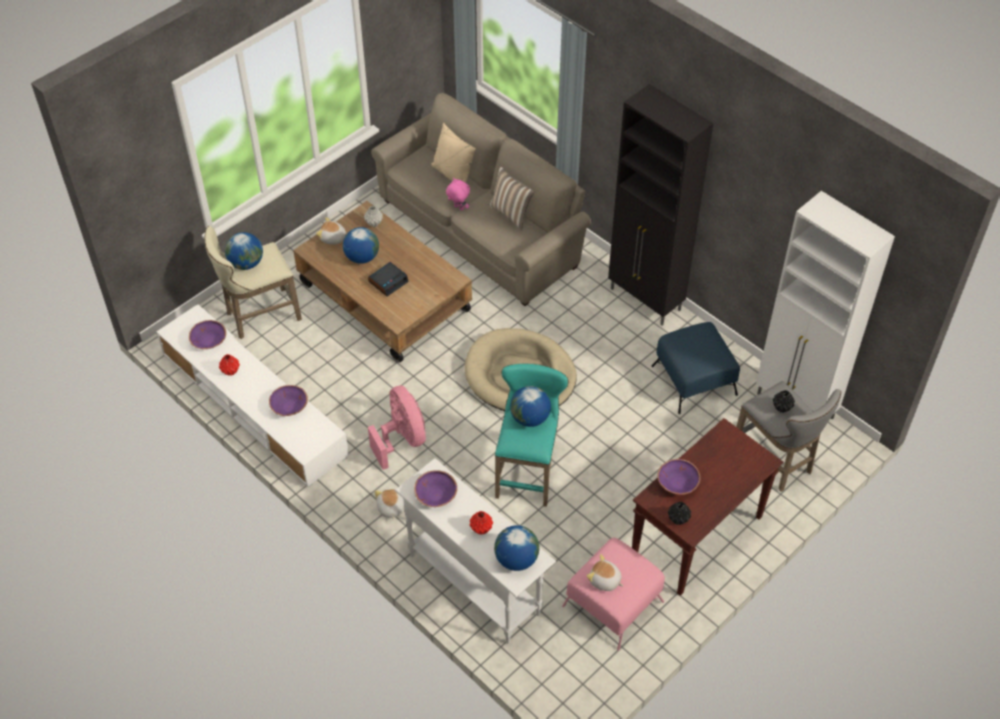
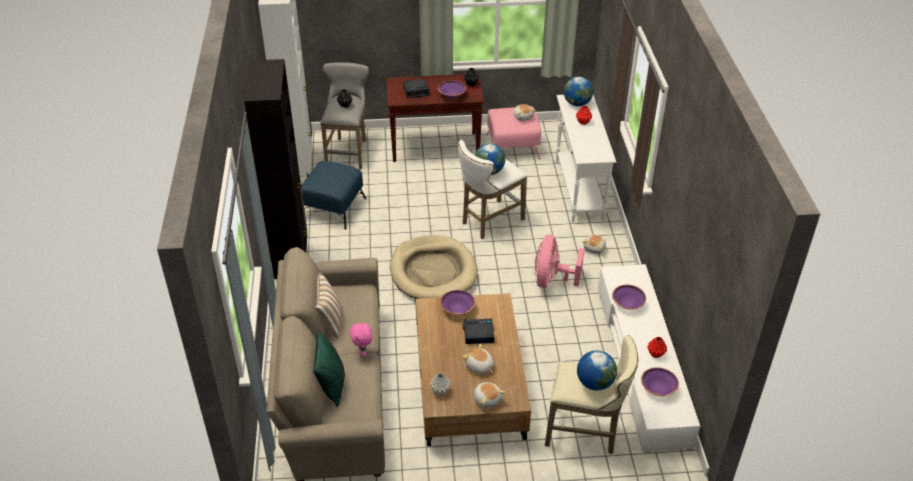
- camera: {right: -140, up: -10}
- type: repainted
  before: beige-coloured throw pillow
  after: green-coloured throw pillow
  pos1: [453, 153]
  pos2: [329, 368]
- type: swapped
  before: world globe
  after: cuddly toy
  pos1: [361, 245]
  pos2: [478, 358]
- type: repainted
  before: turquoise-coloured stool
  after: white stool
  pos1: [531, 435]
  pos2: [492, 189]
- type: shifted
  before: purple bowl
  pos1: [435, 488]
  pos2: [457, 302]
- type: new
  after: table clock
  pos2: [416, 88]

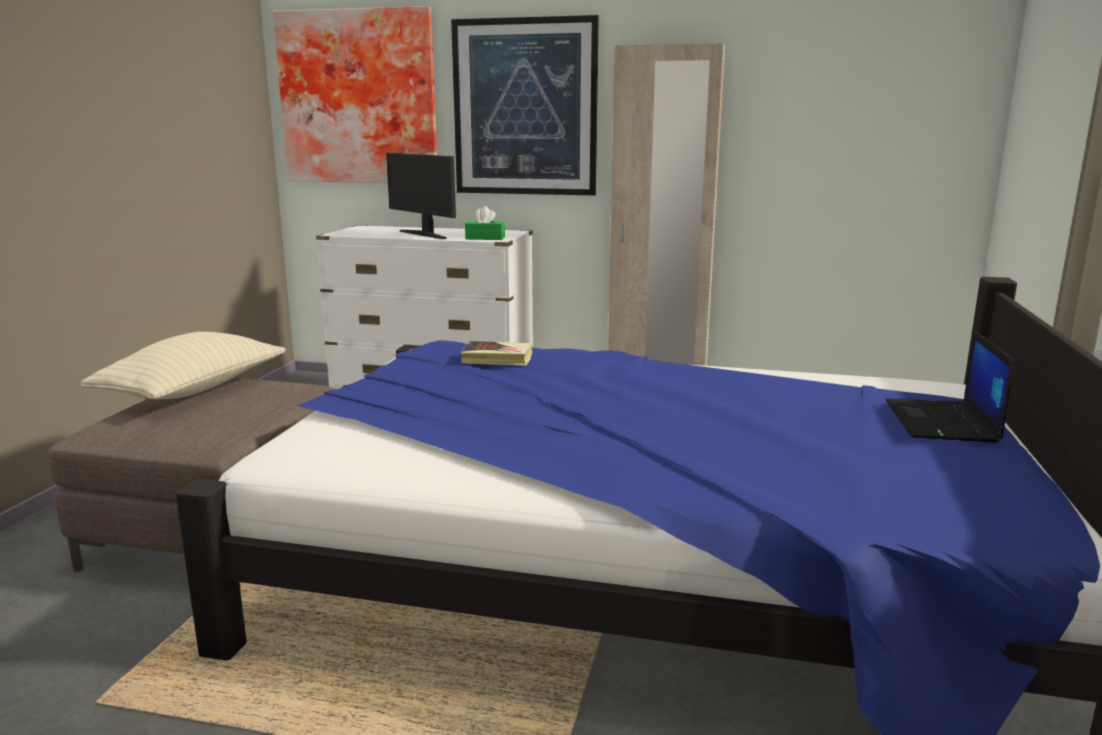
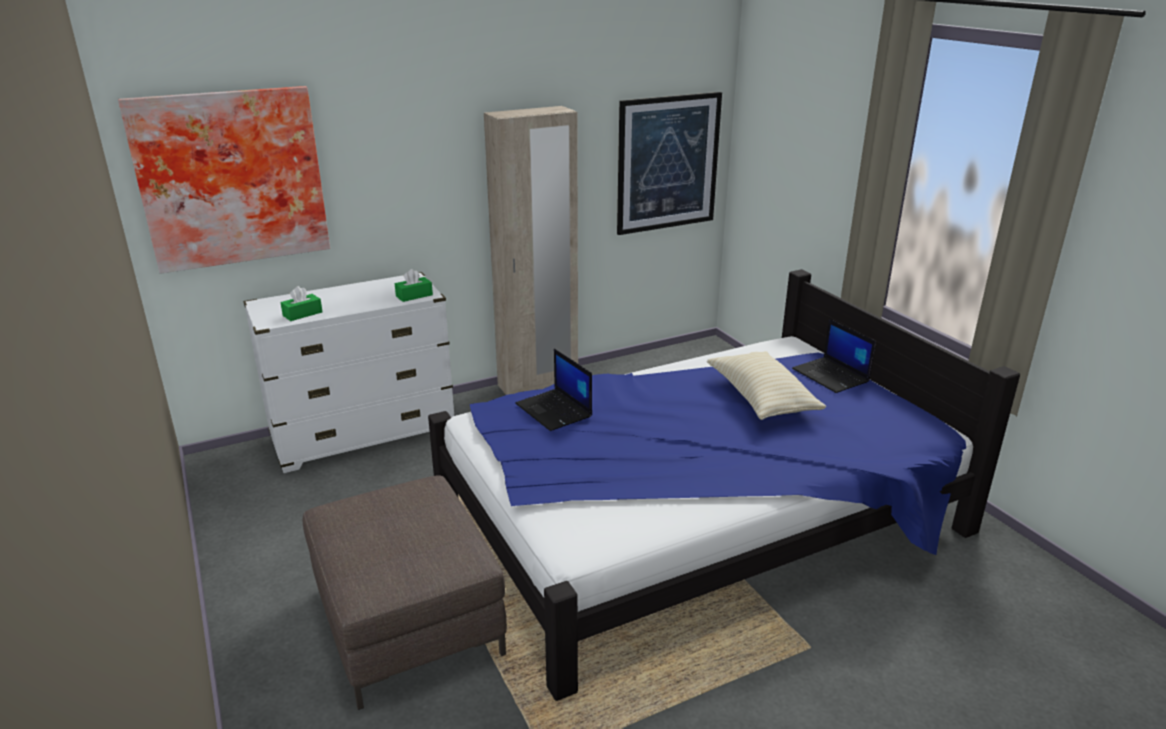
- camera: {right: -40, up: 10}
- type: shifted
  before: picture
  pos1: [525, 105]
  pos2: [669, 163]
- type: gone
  before: computer display
  pos1: [421, 196]
- type: shifted
  before: beige-coloured throw pillow
  pos1: [183, 365]
  pos2: [766, 385]
- type: swapped
  before: book
  after: notebook computer
  pos1: [496, 353]
  pos2: [553, 389]
- type: new
  after: green-coloured tissue box
  pos2: [301, 303]

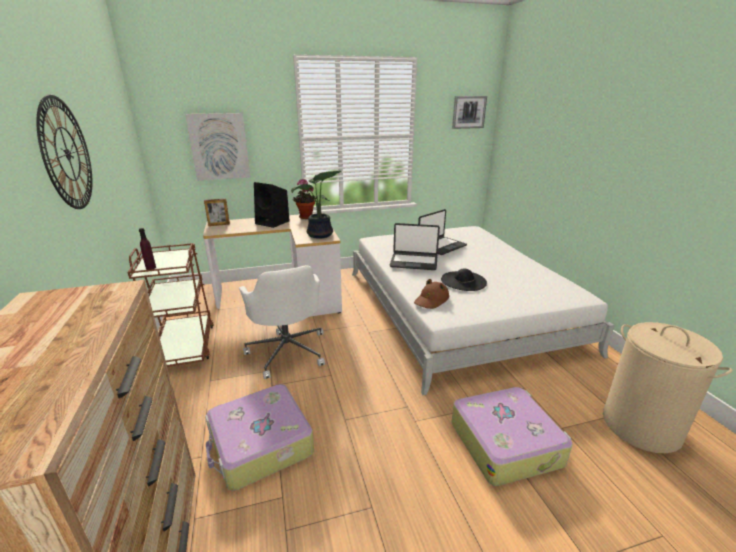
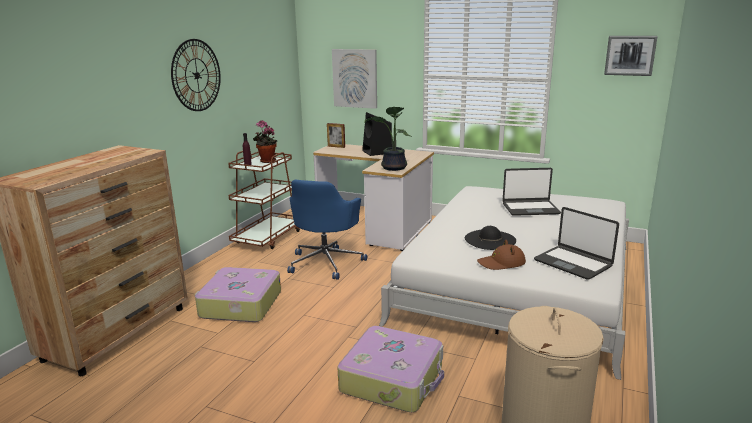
- camera: {right: 40, up: -5}
- type: shifted
  before: plant in a pot
  pos1: [305, 199]
  pos2: [265, 141]
- type: shifted
  before: notebook computer
  pos1: [415, 246]
  pos2: [576, 243]
- type: repainted
  before: white desk chair
  after: bluish desk chair
  pos1: [282, 322]
  pos2: [327, 230]
- type: shifted
  before: brown wearable hat
  pos1: [431, 294]
  pos2: [501, 255]

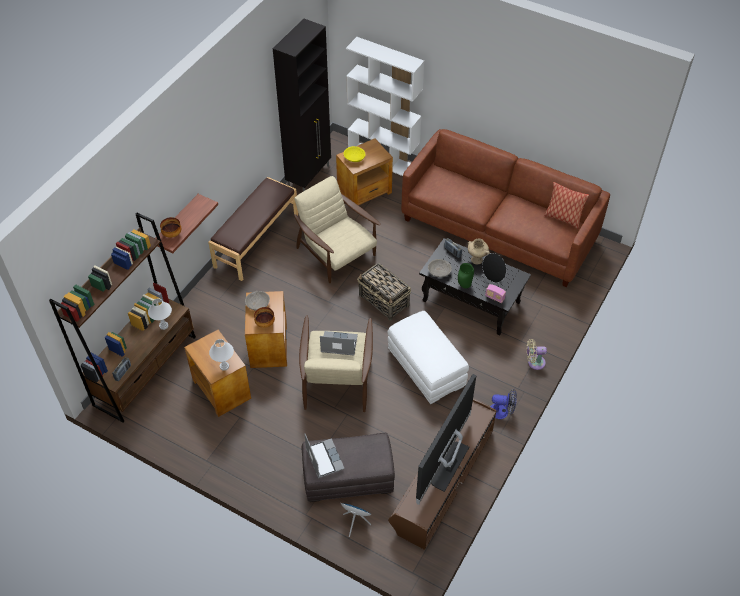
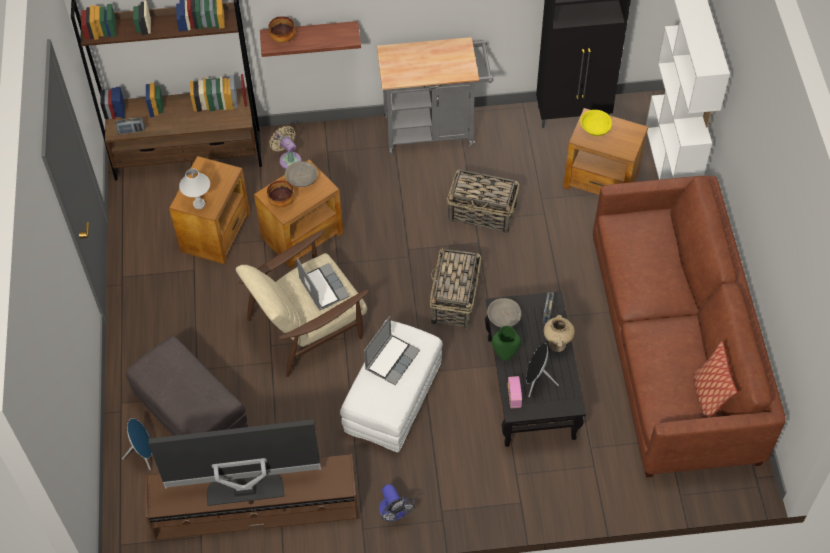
- camera: {right: 55, up: 5}
- type: swapped
  before: beige-coloured lounge chair
  after: storage basket
  pos1: [337, 229]
  pos2: [483, 201]
- type: swapped
  before: brown bench
  after: gray wheeled cart
  pos1: [253, 229]
  pos2: [435, 95]
- type: gone
  before: white lamp for a table
  pos1: [160, 314]
- type: shifted
  before: beige-coloured fan
  pos1: [537, 354]
  pos2: [285, 147]
- type: shifted
  before: notebook computer
  pos1: [324, 455]
  pos2: [392, 350]

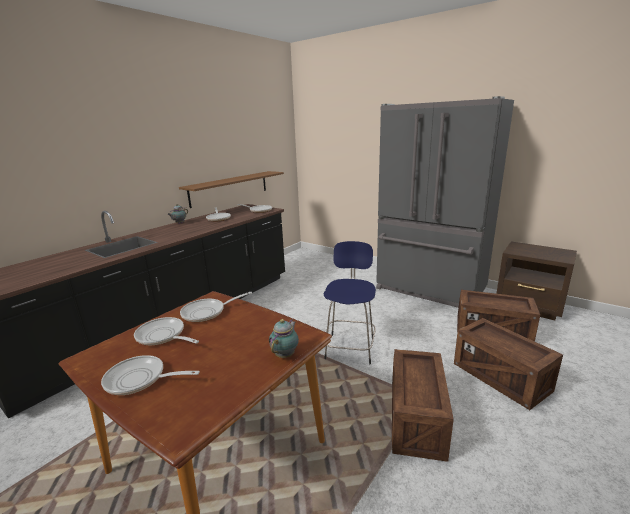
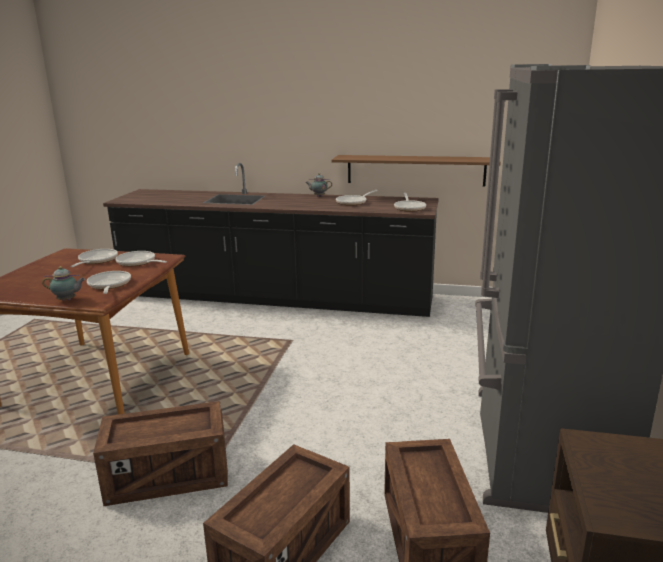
- camera: {right: 65, up: 0}
- type: gone
  before: bluish stool
  pos1: [350, 302]
- type: shifted
  before: frying pan
  pos1: [150, 375]
  pos2: [109, 282]

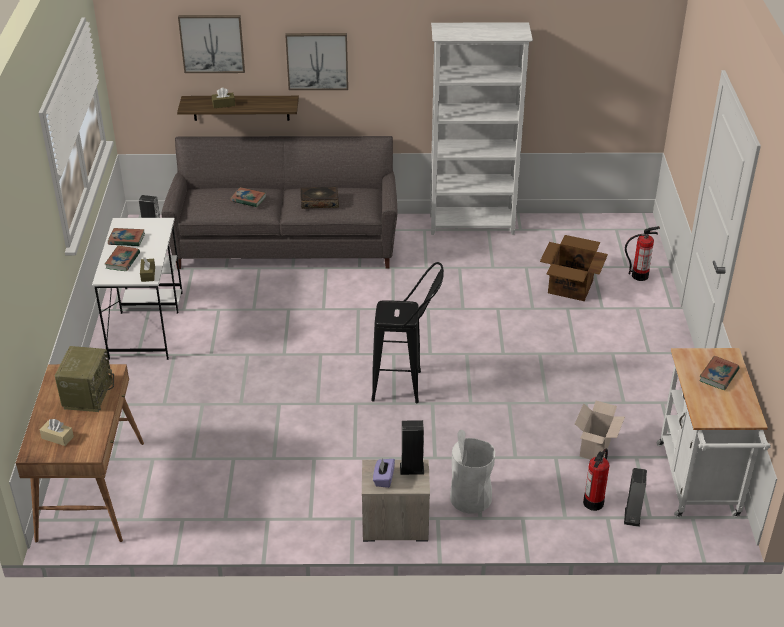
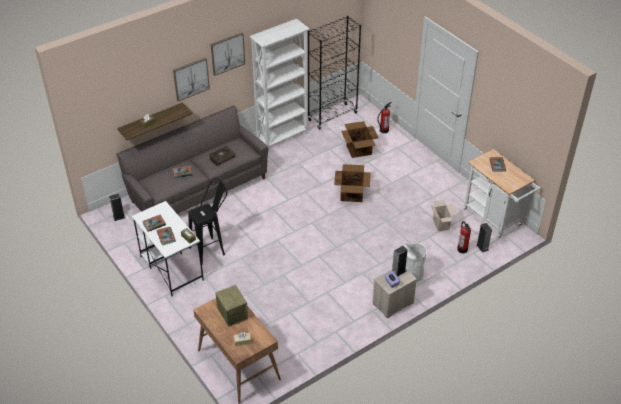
- camera: {right: -35, up: 5}
- type: shifted
  before: picture
  pos1: [211, 44]
  pos2: [228, 54]
- type: shifted
  before: black-coloured stool
  pos1: [407, 332]
  pos2: [207, 221]
- type: new
  after: black-coloured bookshelf
  pos2: [334, 73]
- type: new
  after: packing box
  pos2: [352, 183]

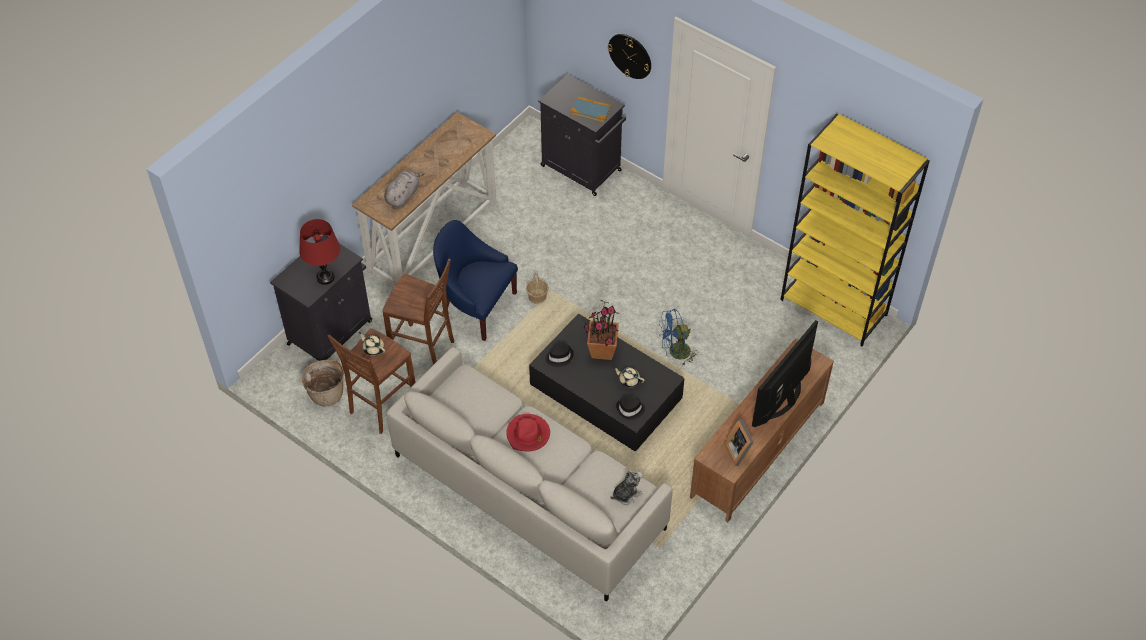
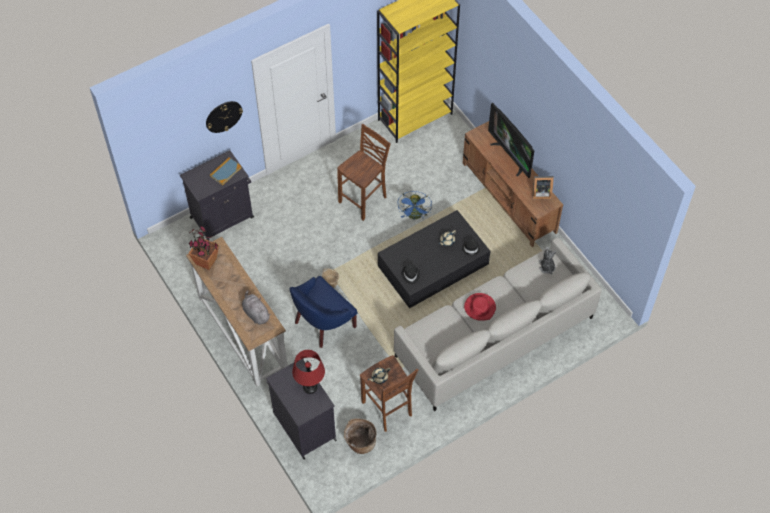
- camera: {right: -70, up: 5}
- type: shifted
  before: brown stool
  pos1: [418, 312]
  pos2: [364, 172]
- type: shifted
  before: plant in a pot
  pos1: [601, 330]
  pos2: [203, 247]

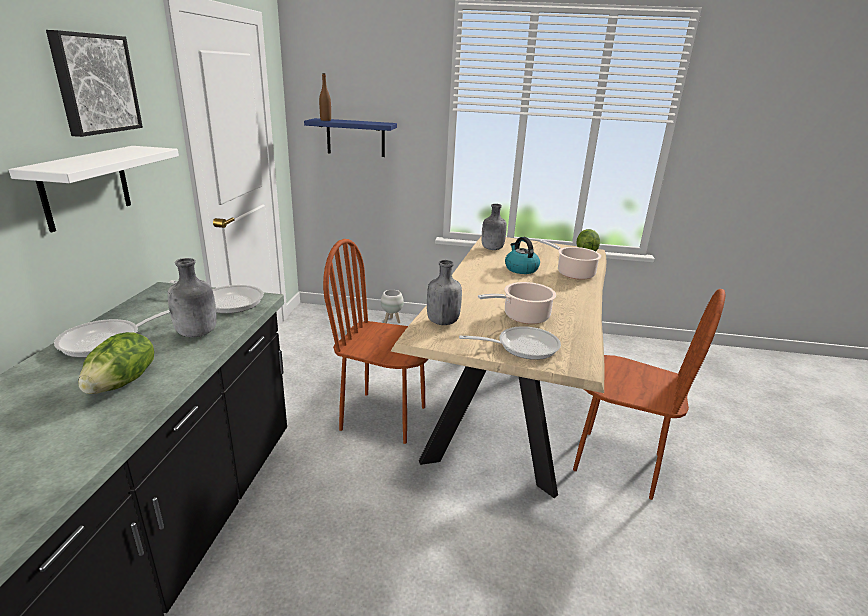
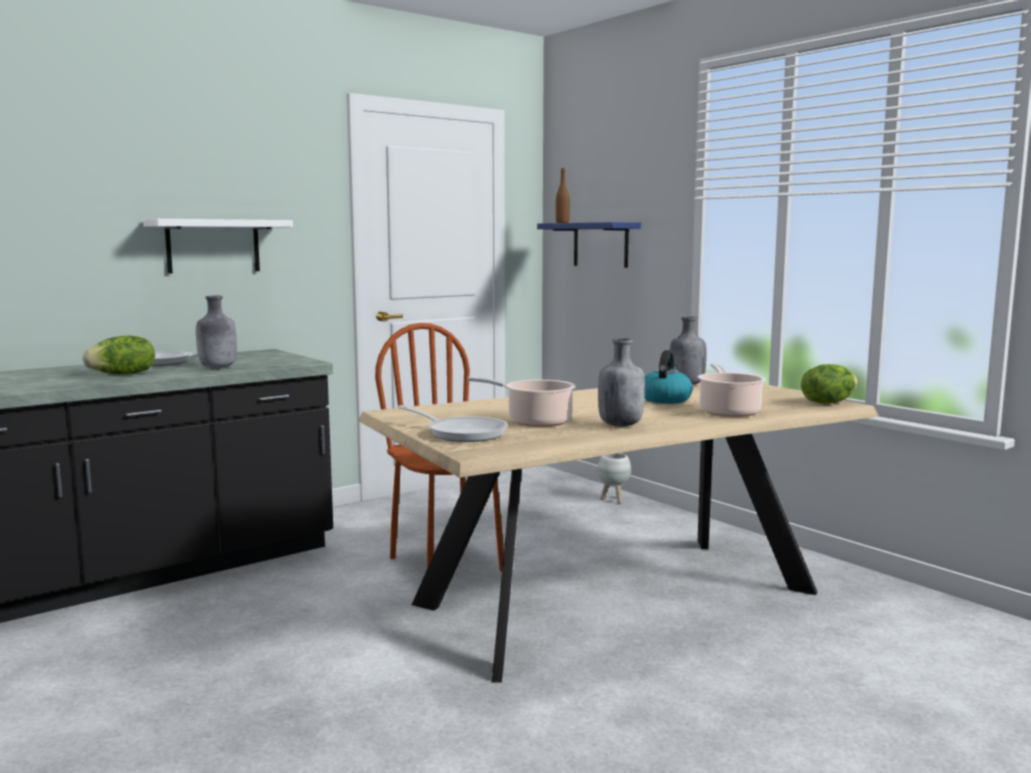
- camera: {right: 45, up: -15}
- type: gone
  before: picture
  pos1: [94, 83]
- type: shifted
  before: gray drink bottle
  pos1: [444, 292]
  pos2: [621, 382]
- type: gone
  before: frying pan
  pos1: [216, 297]
- type: gone
  before: brown chair
  pos1: [649, 394]

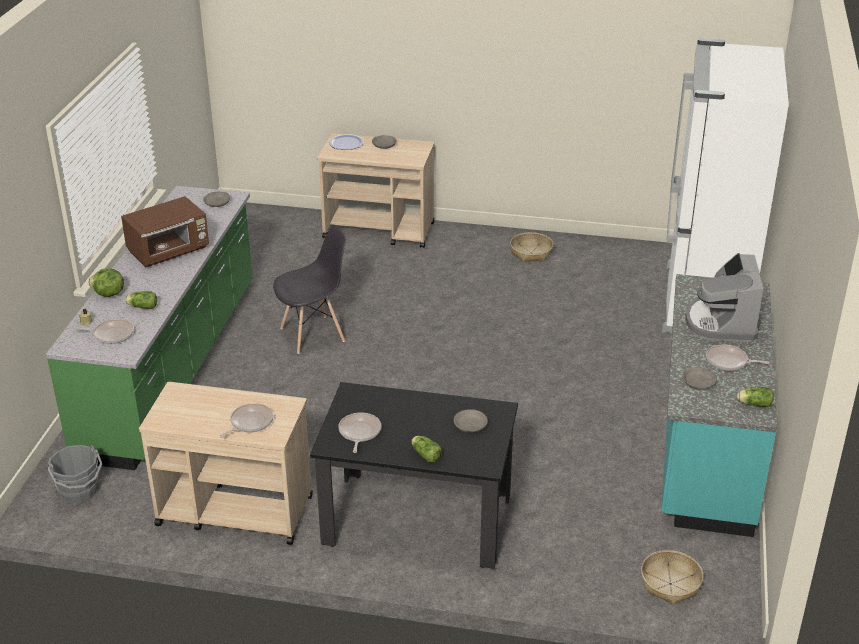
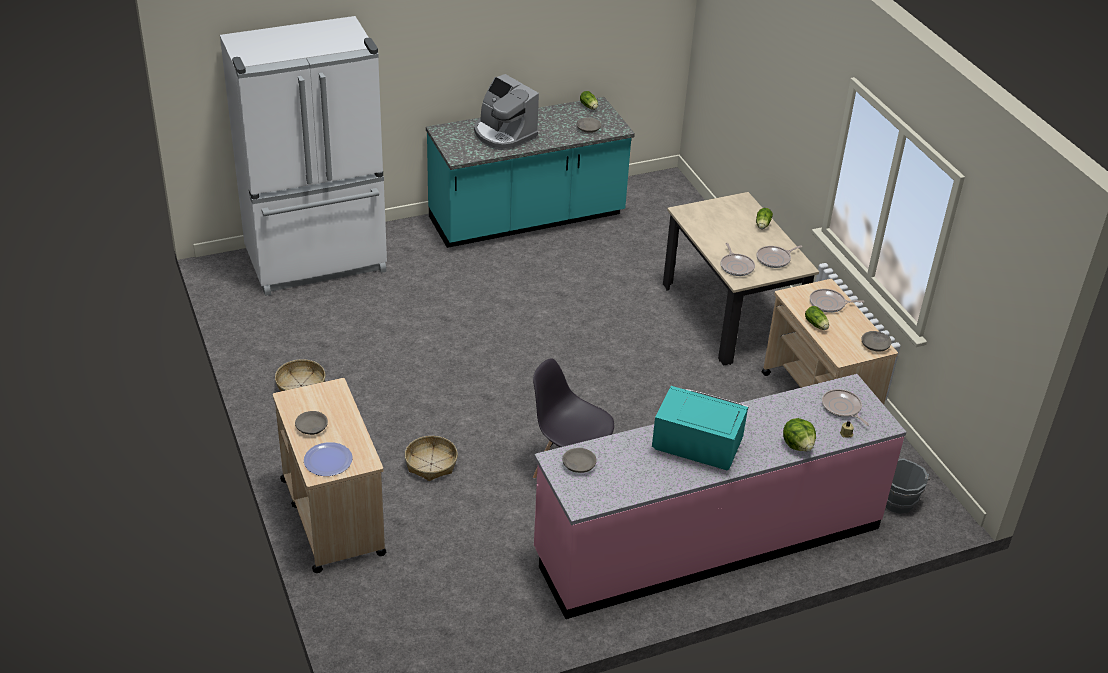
- camera: {right: -125, up: 5}
- type: repainted
  before: green-coloured counter
  after: pinkish counter
  pos1: [149, 328]
  pos2: [720, 496]
- type: repainted
  before: brown kitchen microwave
  after: turquoise-coloured kitchen microwave
  pos1: [165, 231]
  pos2: [700, 428]
- type: rotated
  before: coffee machine
  pos1: [724, 297]
  pos2: [506, 112]
  turn: 75
- type: shifted
  before: head of lettuce
  pos1: [141, 300]
  pos2: [817, 318]
- type: shifted
  before: frying pan
  pos1: [738, 357]
  pos2: [737, 259]
- type: repainted
  before: black-coloured dining table
  after: beige-coloured dining table
  pos1: [414, 475]
  pos2: [741, 279]
- type: shifted
  before: gray bowl
  pos1: [471, 421]
  pos2: [876, 341]
- type: shifted
  before: storage basket
  pos1: [672, 577]
  pos2: [431, 458]

